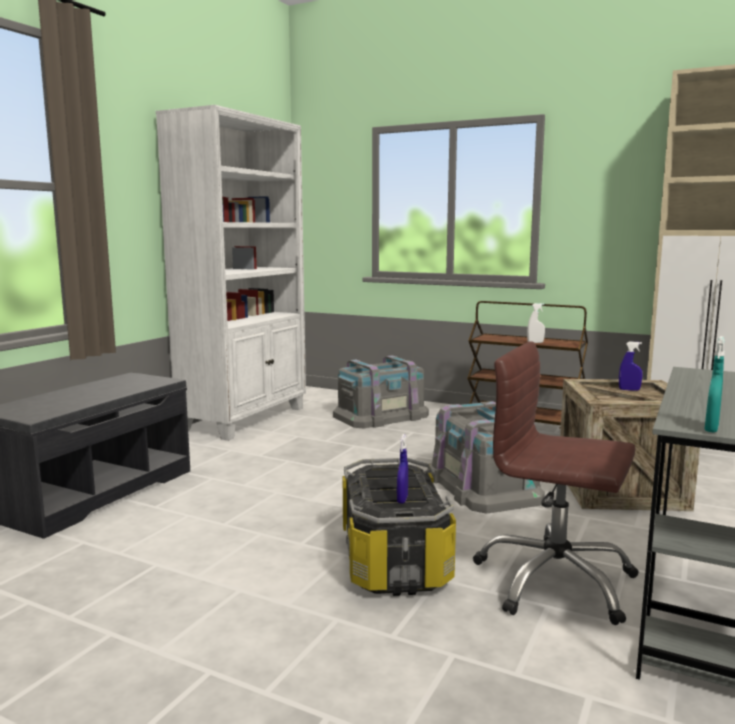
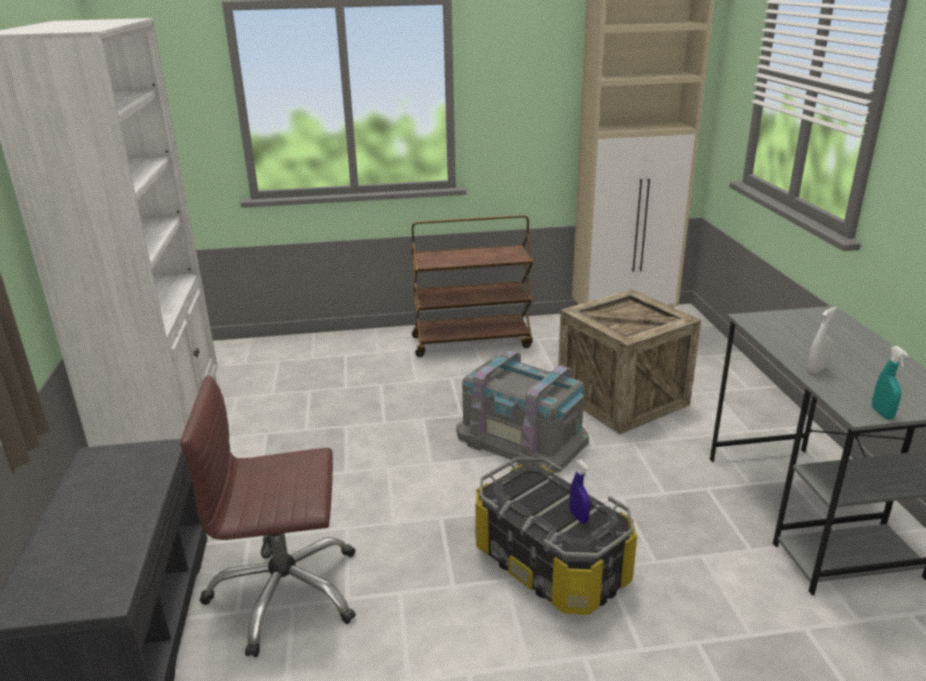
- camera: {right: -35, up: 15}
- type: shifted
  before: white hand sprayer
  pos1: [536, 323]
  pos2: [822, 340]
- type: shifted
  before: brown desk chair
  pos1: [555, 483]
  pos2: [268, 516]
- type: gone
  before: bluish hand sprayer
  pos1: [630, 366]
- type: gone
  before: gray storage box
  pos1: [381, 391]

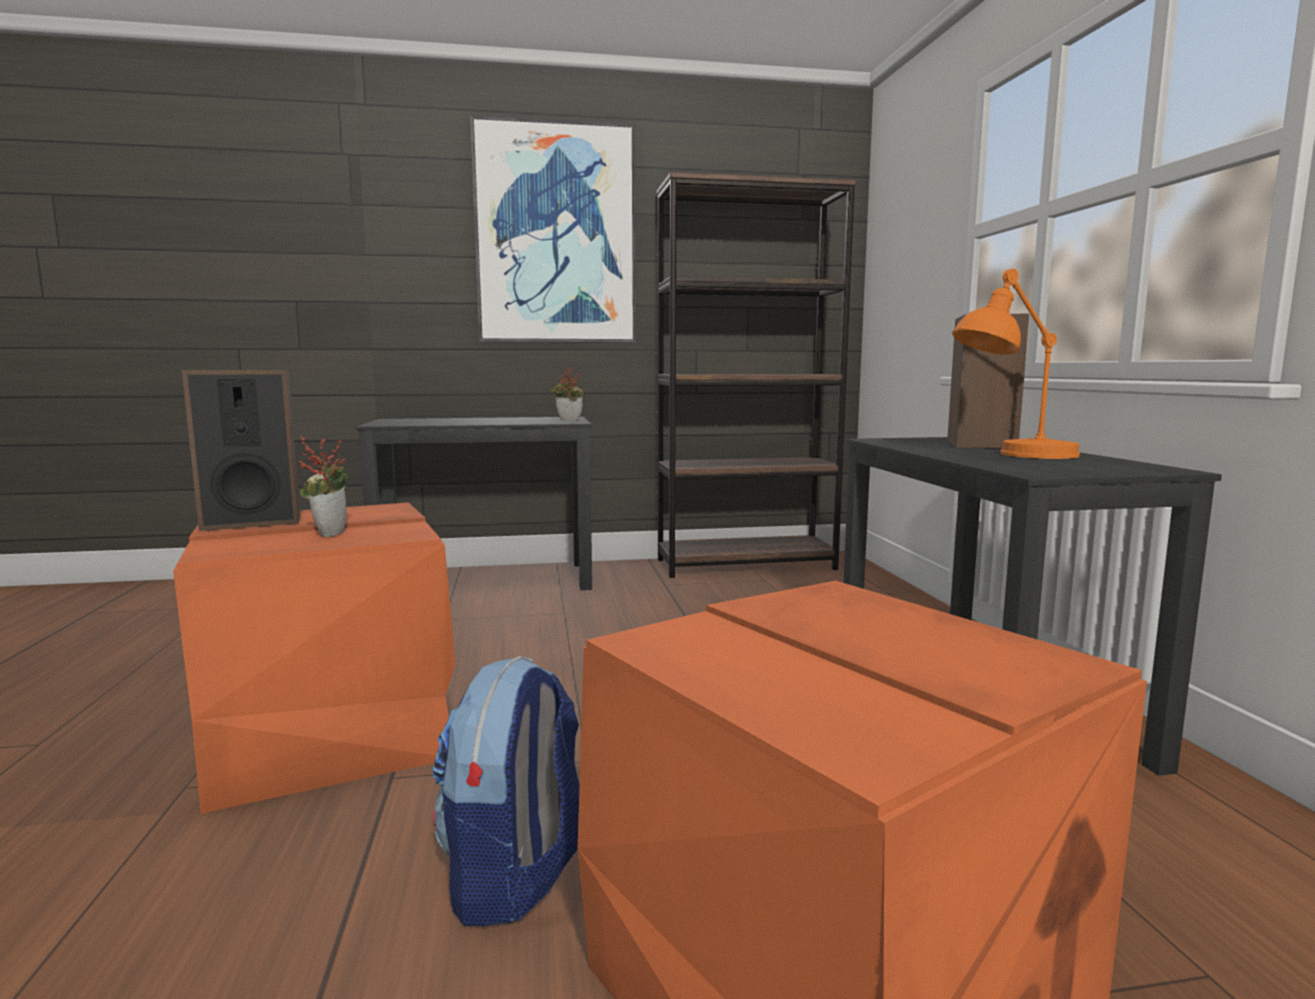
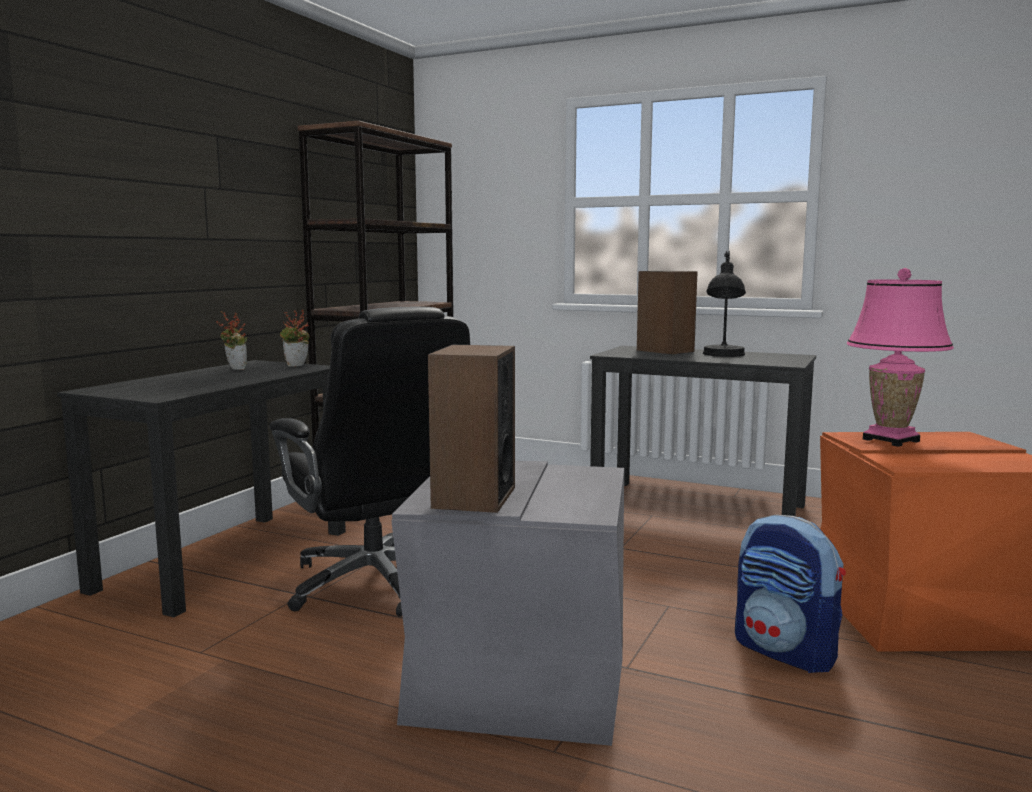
- camera: {right: -55, up: 0}
- type: gone
  before: picture
  pos1: [553, 229]
- type: repainted
  before: orangey lamp for a table
  after: black-coloured lamp for a table
  pos1: [1016, 364]
  pos2: [724, 304]
- type: shifted
  before: plant in a pot
  pos1: [323, 486]
  pos2: [231, 341]
- type: repainted
  before: orangey storage box
  after: gray storage box
  pos1: [314, 658]
  pos2: [507, 603]
- type: new
  after: pinkish lamp for a table
  pos2: [900, 357]
- type: new
  after: black-coloured desk chair
  pos2: [369, 462]

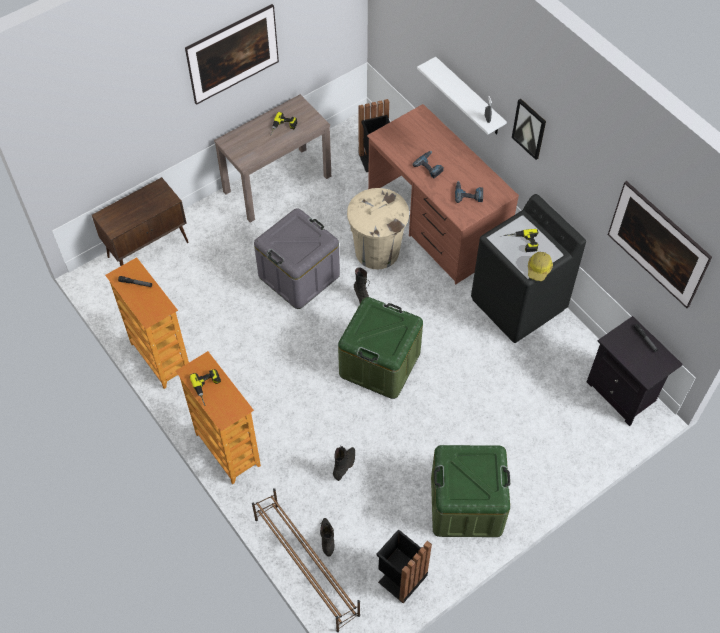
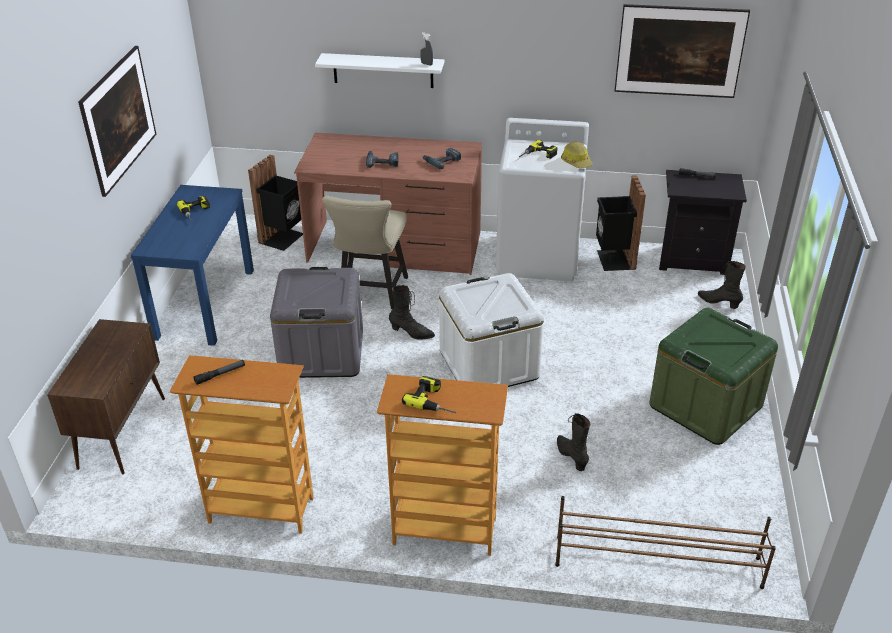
- camera: {right: -45, up: -20}
- type: repainted
  before: brown console table
  after: bluish console table
  pos1: [272, 158]
  pos2: [192, 265]
- type: gone
  before: picture
  pos1: [529, 129]
- type: swapped
  before: beige-coloured trash can
  after: beige-coloured chair
  pos1: [378, 228]
  pos2: [365, 252]
- type: repainted
  before: black-coloured washing machine
  after: white washing machine
  pos1: [528, 268]
  pos2: [542, 199]
- type: repainted
  before: green-coloured storage box
  after: white storage box
  pos1: [380, 348]
  pos2: [491, 330]
- type: shifted
  before: black-coloured high-top boot
  pos1: [327, 537]
  pos2: [722, 285]
- type: shifted
  before: black-coloured trash can
  pos1: [404, 566]
  pos2: [621, 223]

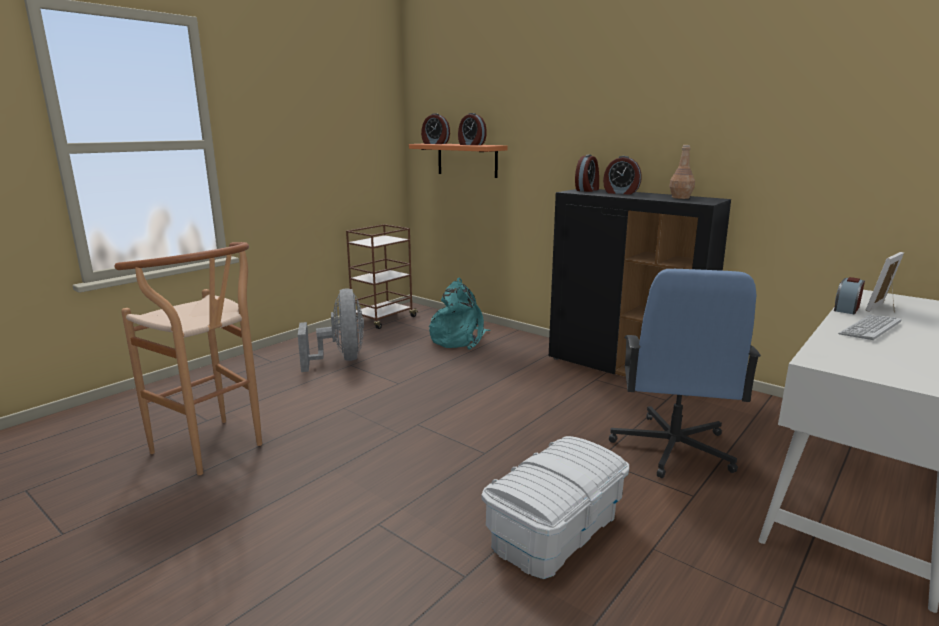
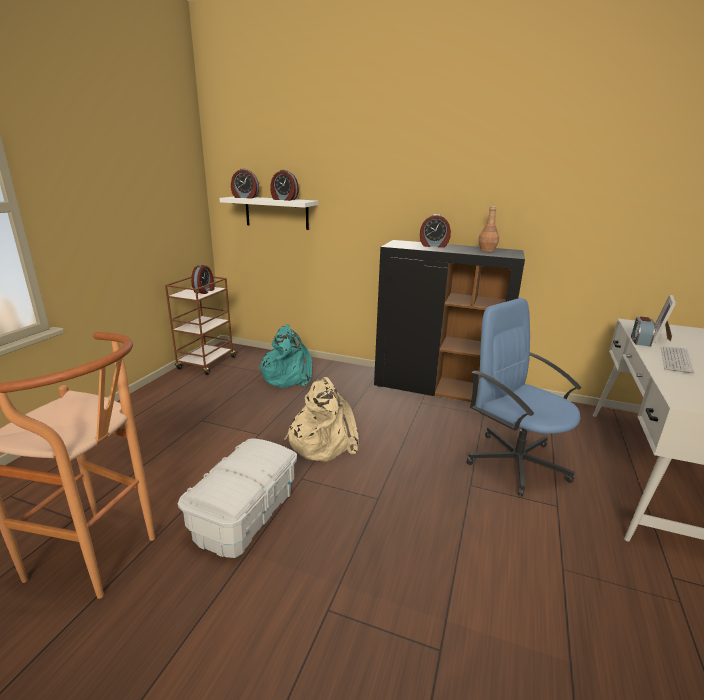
- camera: {right: -20, up: 5}
- type: repainted
  before: orangey wall shelf
  after: white wall shelf
  pos1: [458, 161]
  pos2: [268, 213]
- type: shifted
  before: table clock
  pos1: [587, 173]
  pos2: [202, 279]
- type: rotated
  before: bluish desk chair
  pos1: [685, 373]
  pos2: [524, 397]
  turn: 150
- type: gone
  before: gray fan
  pos1: [331, 330]
- type: shifted
  before: white storage box
  pos1: [555, 507]
  pos2: [237, 498]
- type: new
  after: beige-coloured backpack
  pos2: [321, 419]

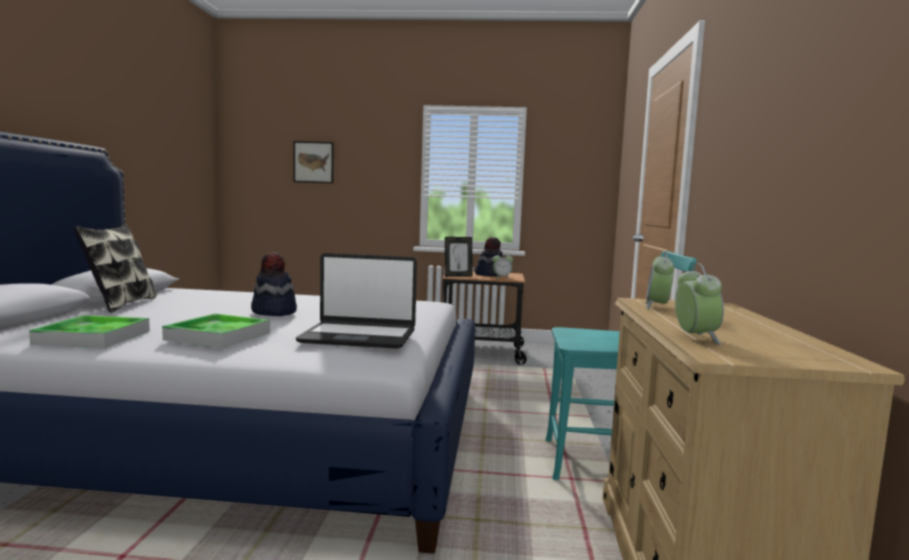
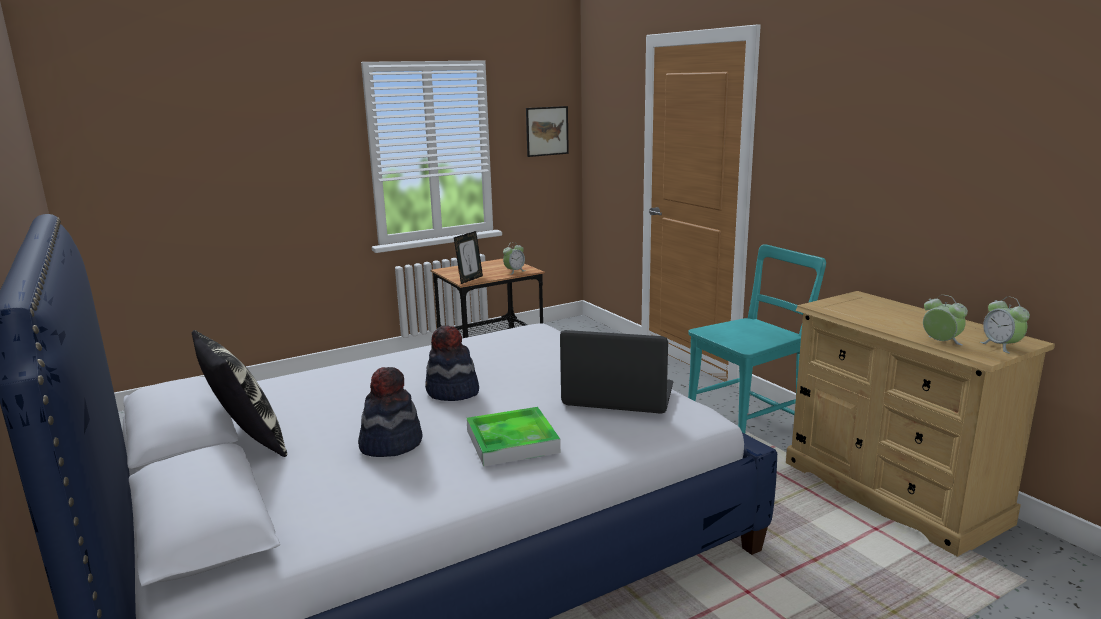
- camera: {right: -35, up: 10}
- type: shifted
  before: picture
  pos1: [313, 162]
  pos2: [547, 131]
- type: shifted
  before: wearable hat
  pos1: [489, 257]
  pos2: [390, 412]
- type: shifted
  before: table clock
  pos1: [660, 279]
  pos2: [1005, 325]
- type: rotated
  before: notebook computer
  pos1: [356, 301]
  pos2: [616, 372]
  turn: -135
- type: gone
  before: tray
  pos1: [89, 331]

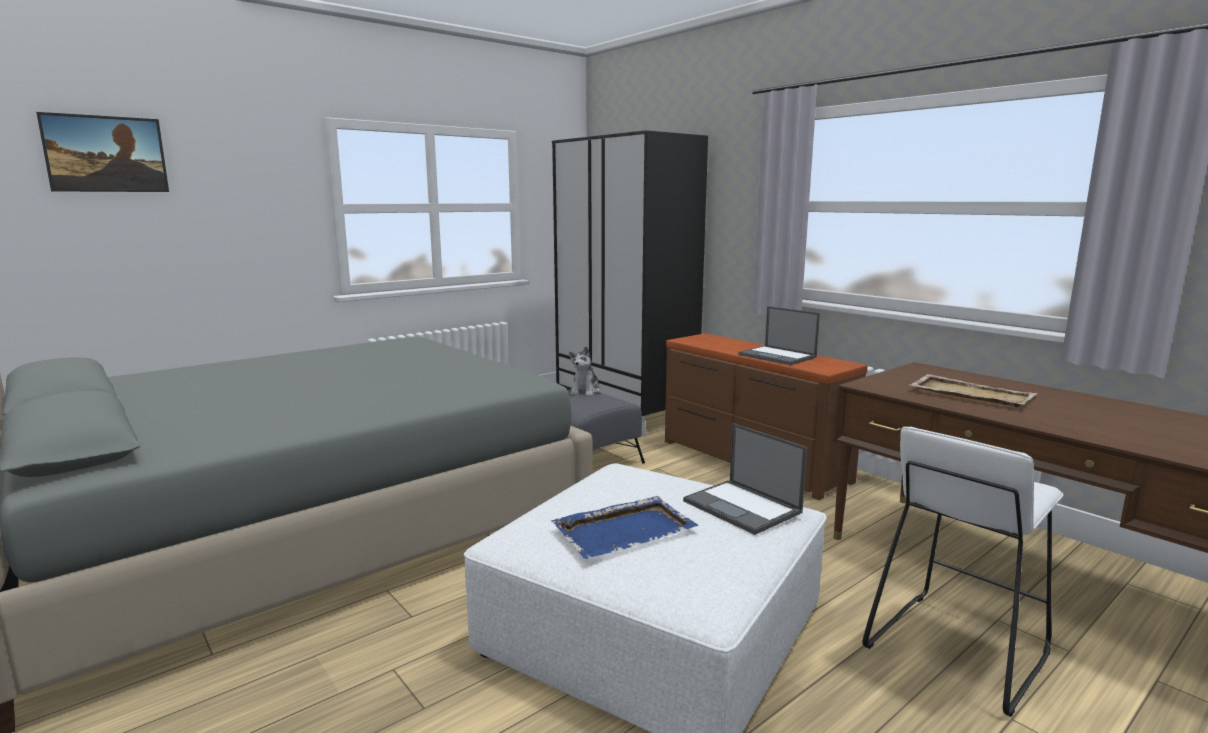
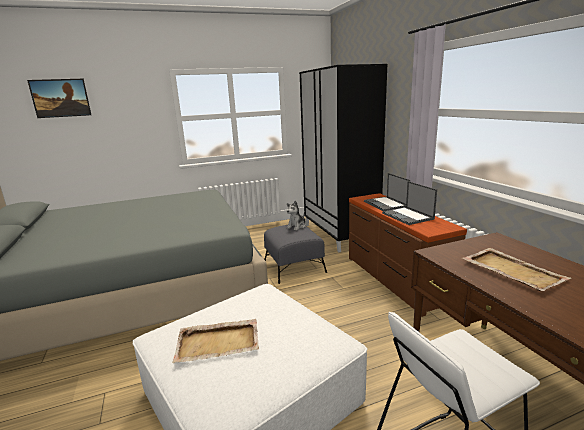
- camera: {right: 20, up: 5}
- type: shifted
  before: notebook computer
  pos1: [745, 479]
  pos2: [387, 192]
- type: repainted
  before: bluish tray
  after: beige-coloured tray
  pos1: [625, 527]
  pos2: [215, 341]

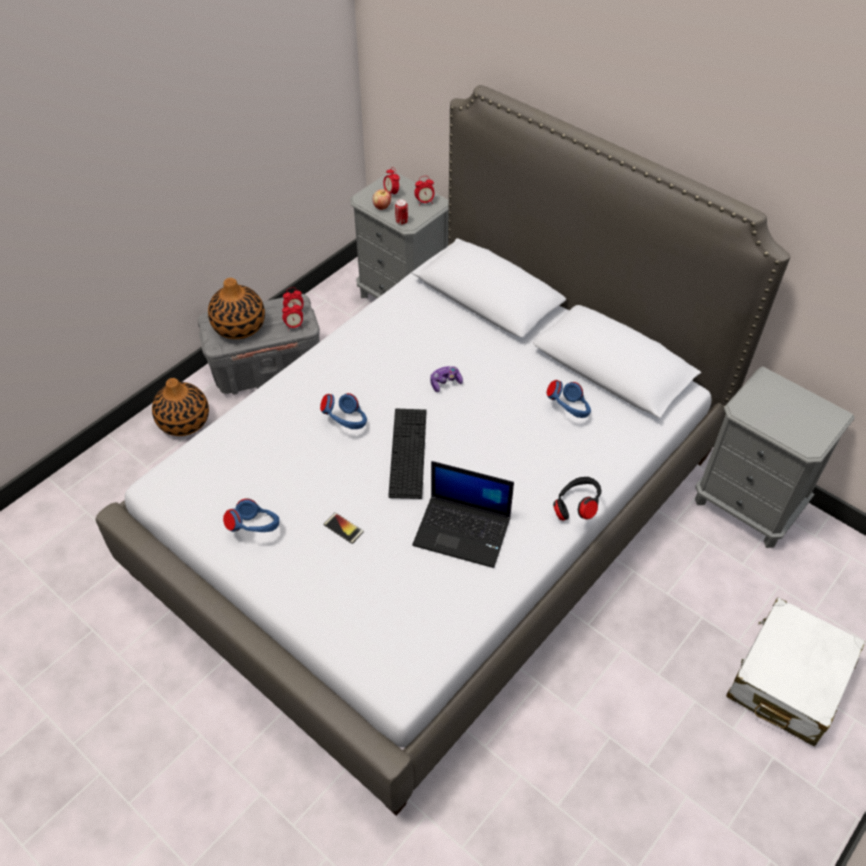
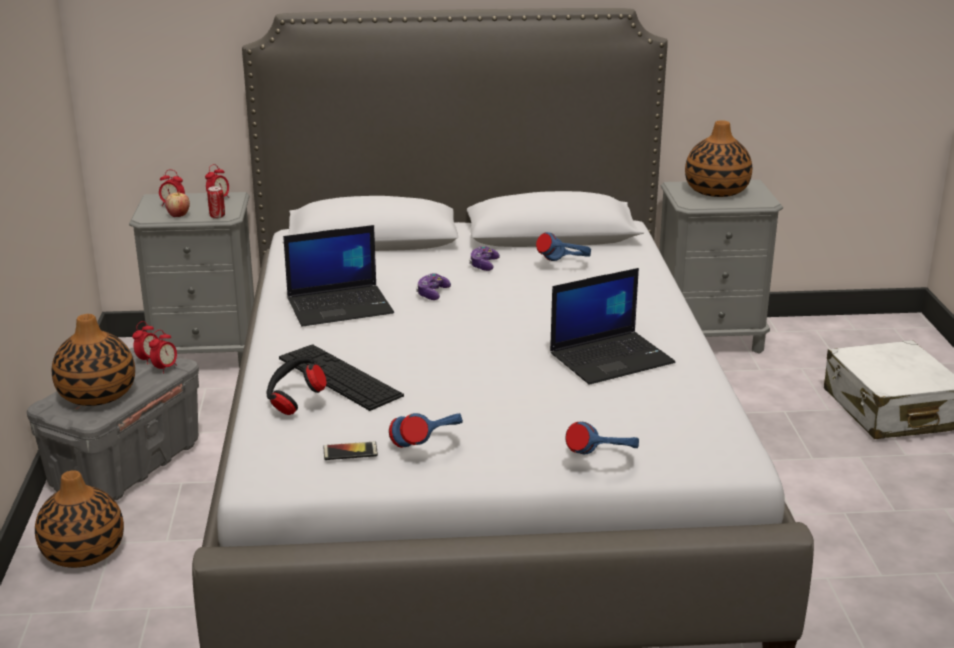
- camera: {right: -45, up: -25}
- type: shifted
  before: bluish pair of headphones
  pos1: [343, 411]
  pos2: [602, 438]
- type: shifted
  before: computer keyboard
  pos1: [407, 454]
  pos2: [341, 377]
- type: shifted
  before: black-coloured pair of headphones
  pos1: [577, 499]
  pos2: [297, 386]
- type: shifted
  before: handset
  pos1: [344, 528]
  pos2: [350, 450]
- type: new
  after: vase
  pos2: [718, 158]
- type: new
  after: notebook computer
  pos2: [338, 276]
- type: new
  after: game controller
  pos2: [484, 258]

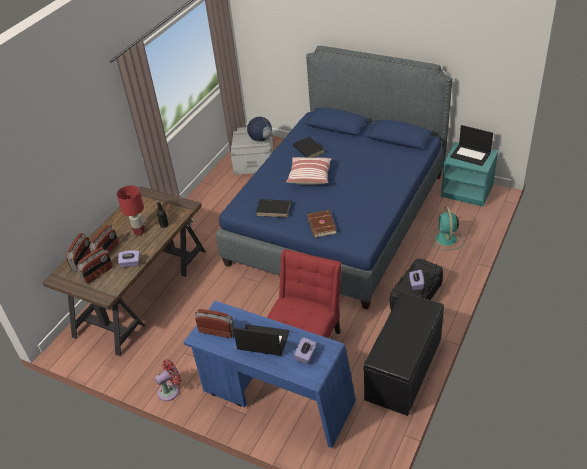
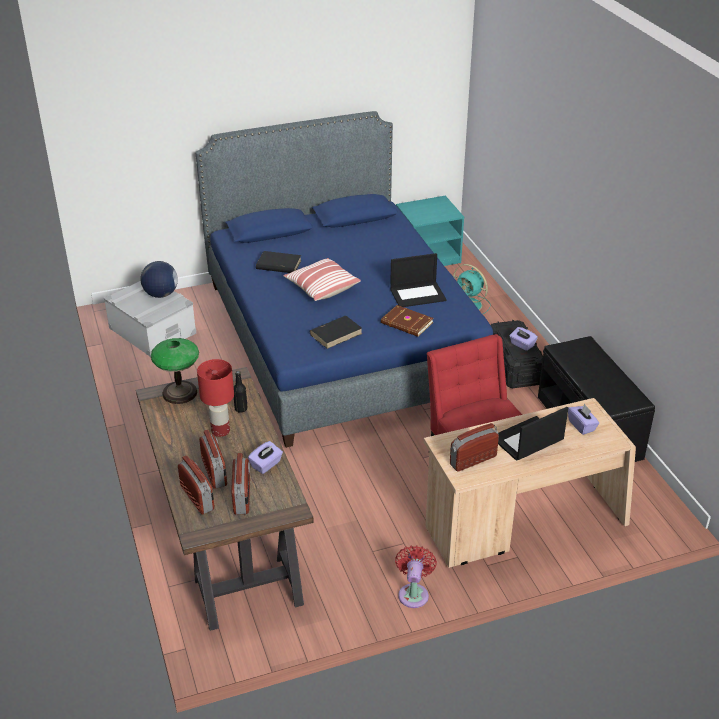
- camera: {right: -50, up: -5}
- type: shifted
  before: notebook computer
  pos1: [471, 145]
  pos2: [418, 280]
- type: repainted
  before: bluish desk unit
  after: beige-coloured desk unit
  pos1: [270, 374]
  pos2: [530, 483]
- type: new
  after: lamp for a table
  pos2: [175, 371]

